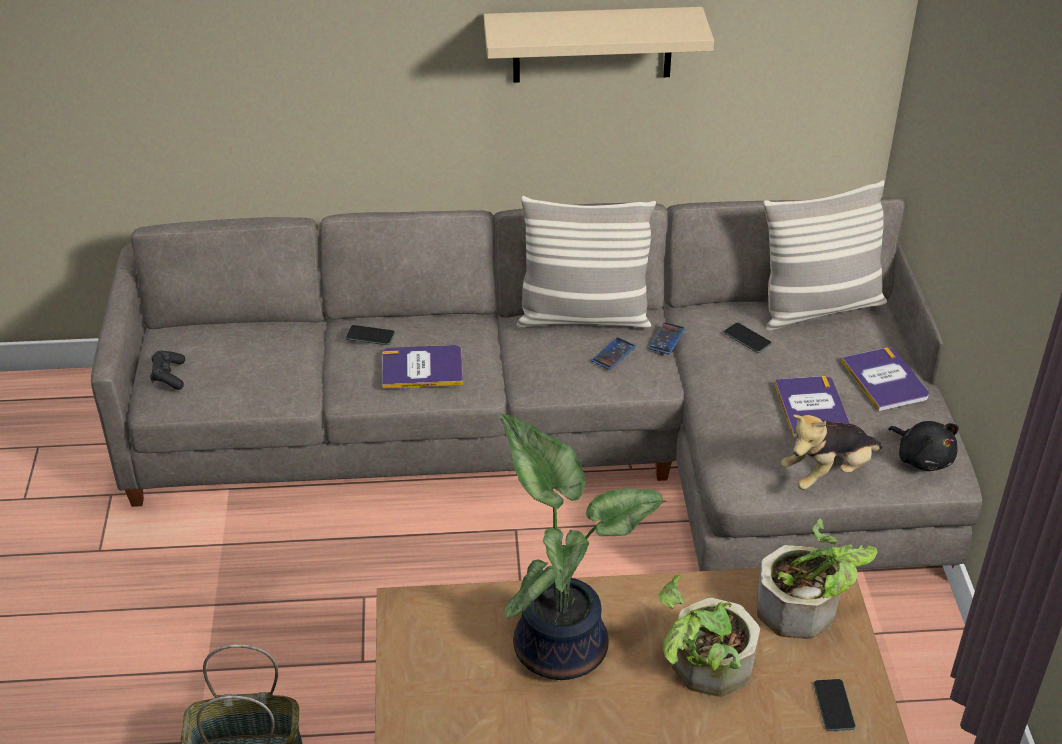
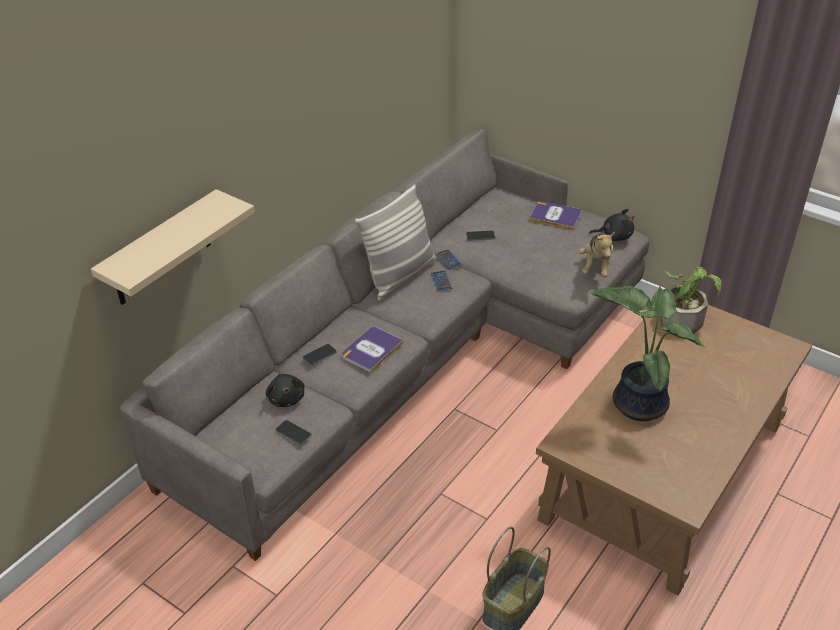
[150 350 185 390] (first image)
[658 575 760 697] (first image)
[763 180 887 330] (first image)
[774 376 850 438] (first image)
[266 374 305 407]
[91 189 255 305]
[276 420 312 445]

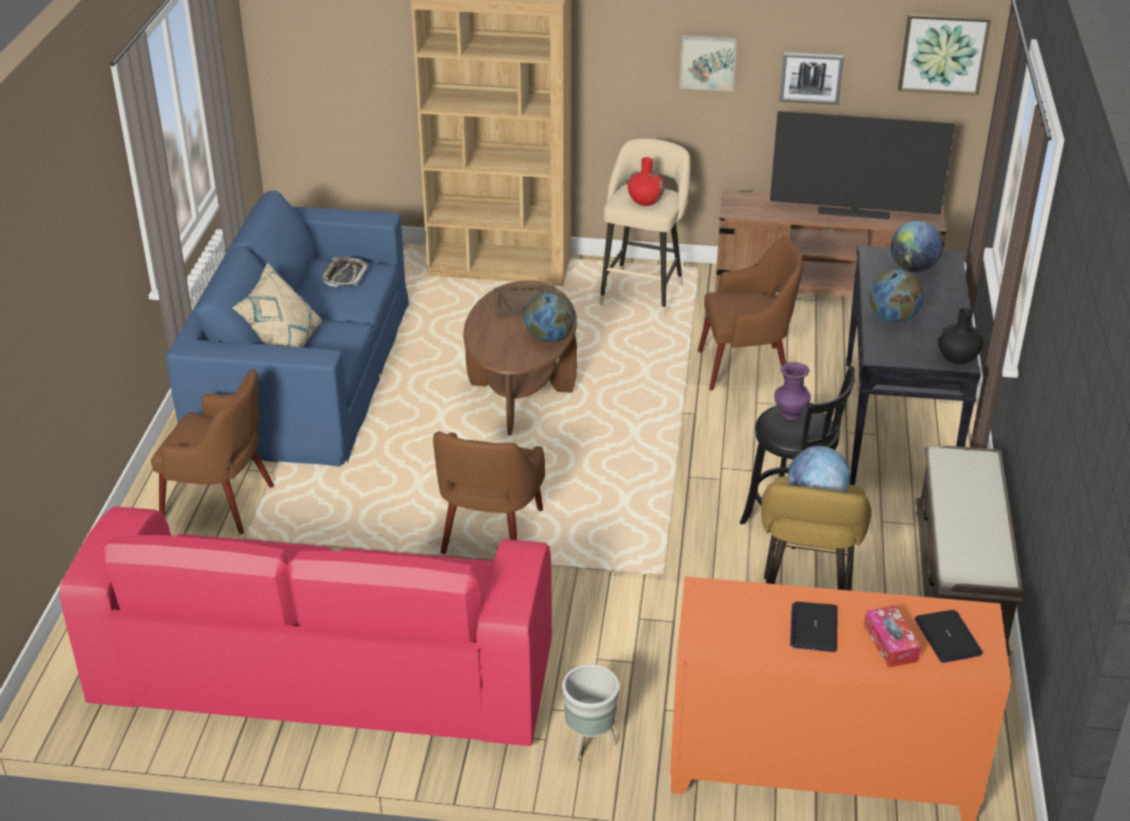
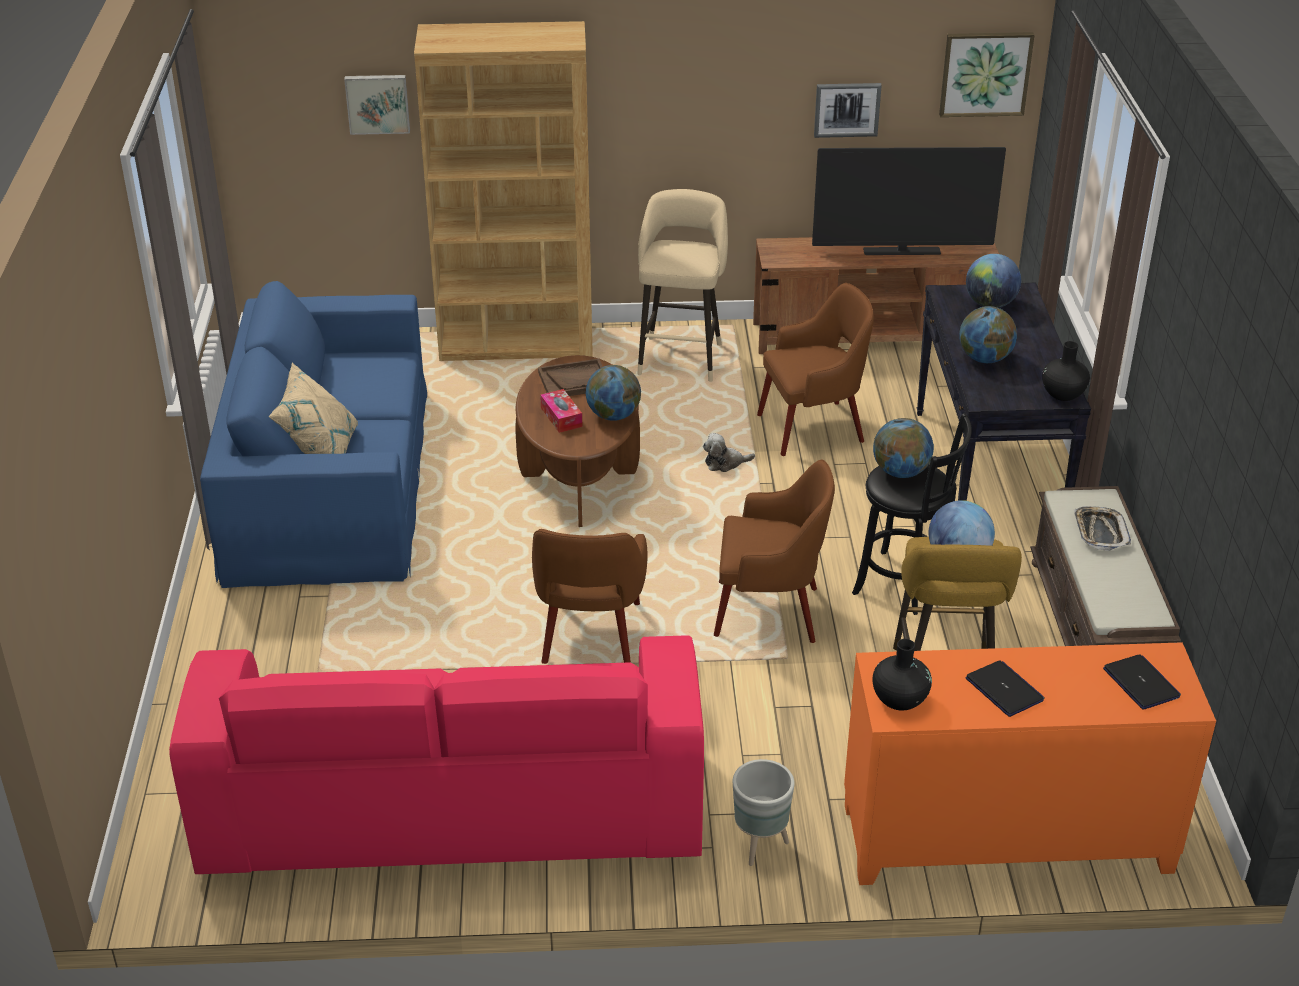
[628 157 665 206] (first image)
[703 433 755 472]
[873 639 932 711]
[714 460 835 643]
[1074 506 1131 551]
[344 75 410 135]
[540 389 583 433]
[873 418 934 478]
[966 660 1045 717]

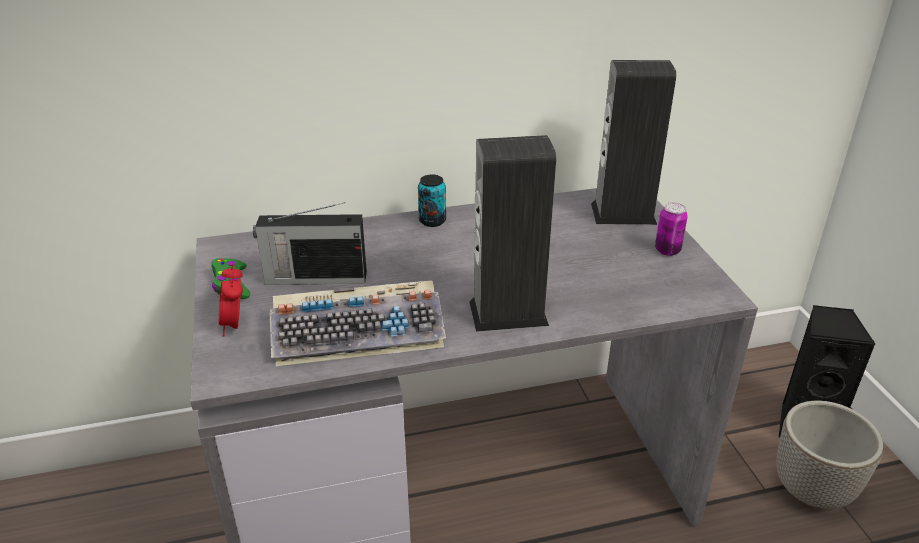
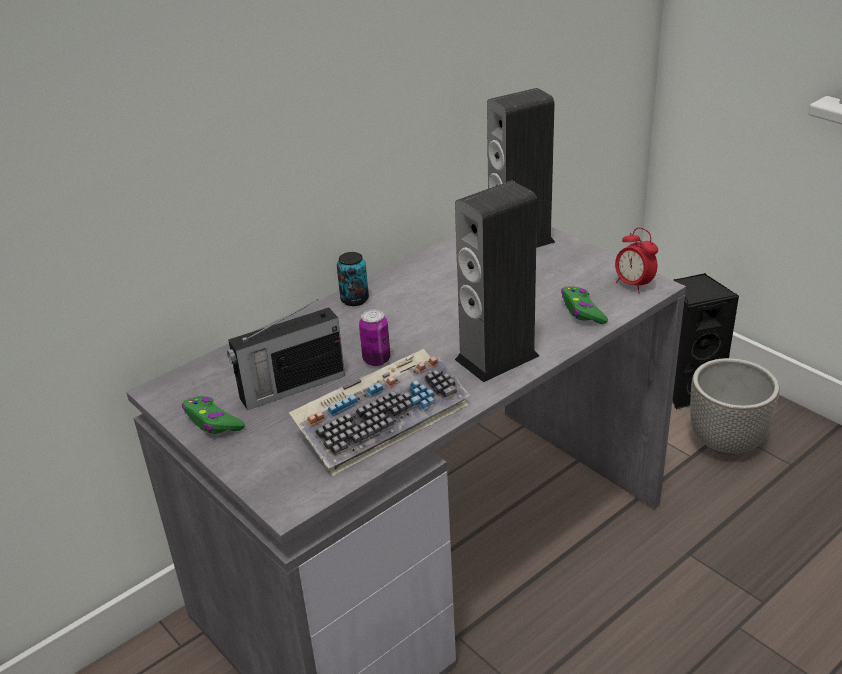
[561 286 608 324]
[615 227 658 293]
[359 309 390 366]

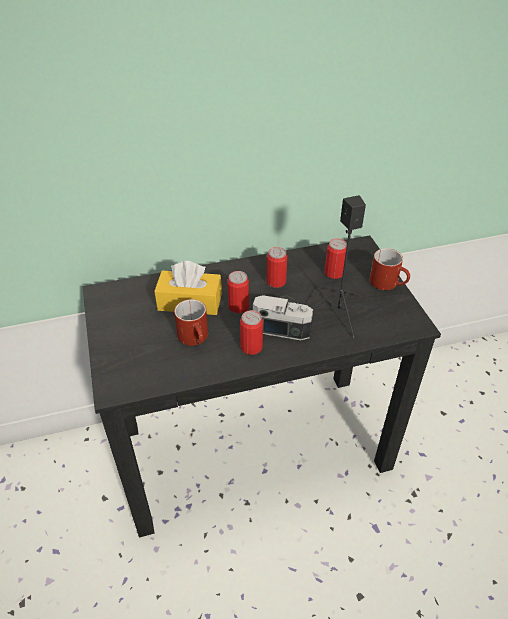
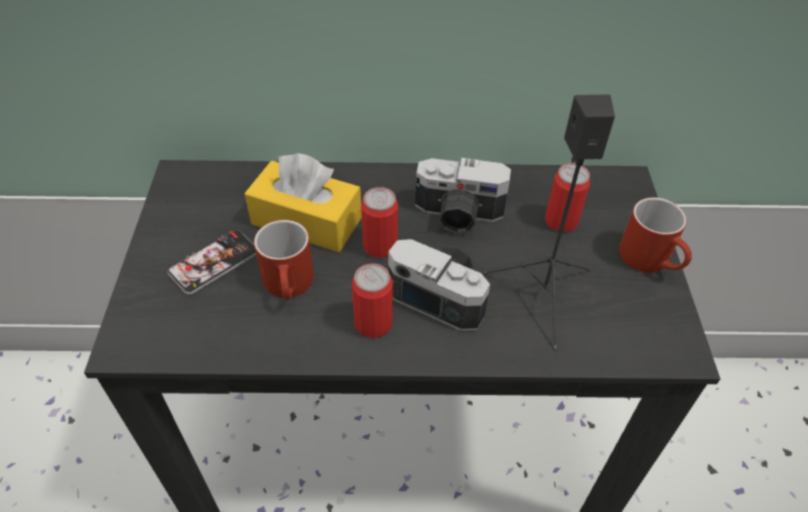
[168 230 256 295]
[415 158 511 234]

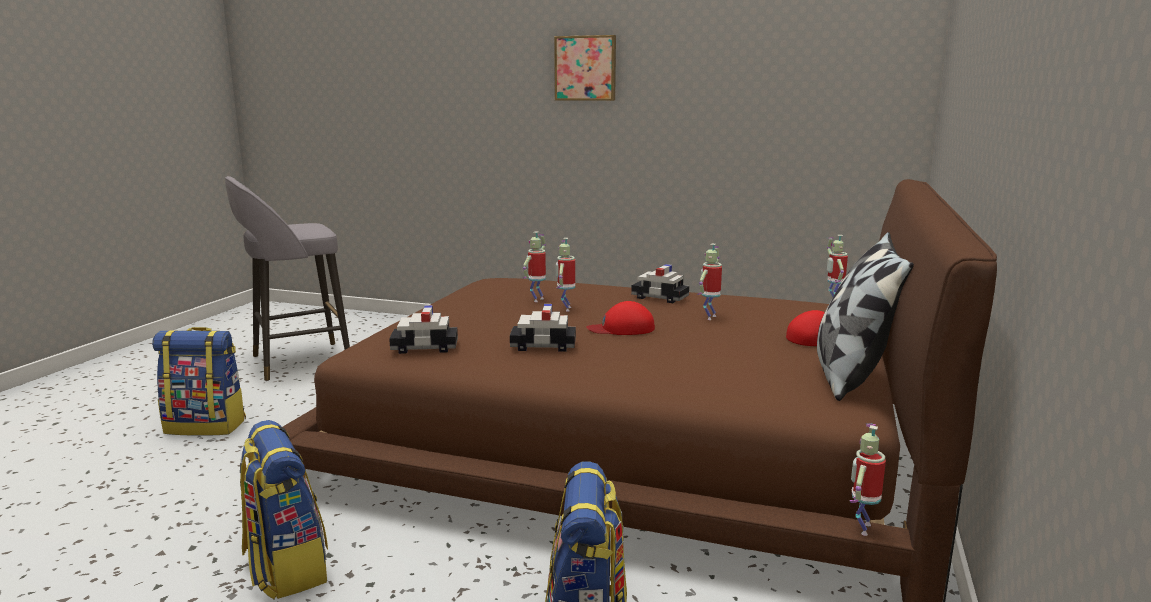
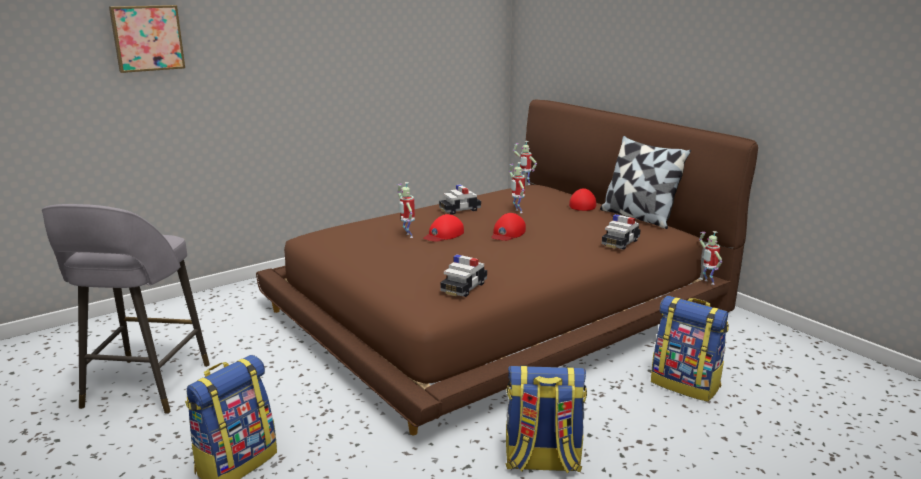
[602 214 641 250]
[109 5 185 73]
[423 214 464 242]

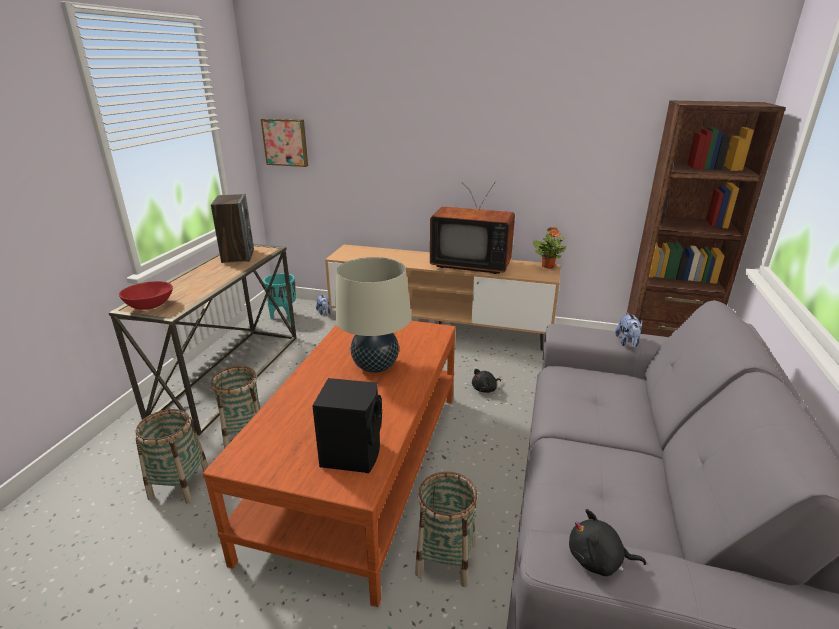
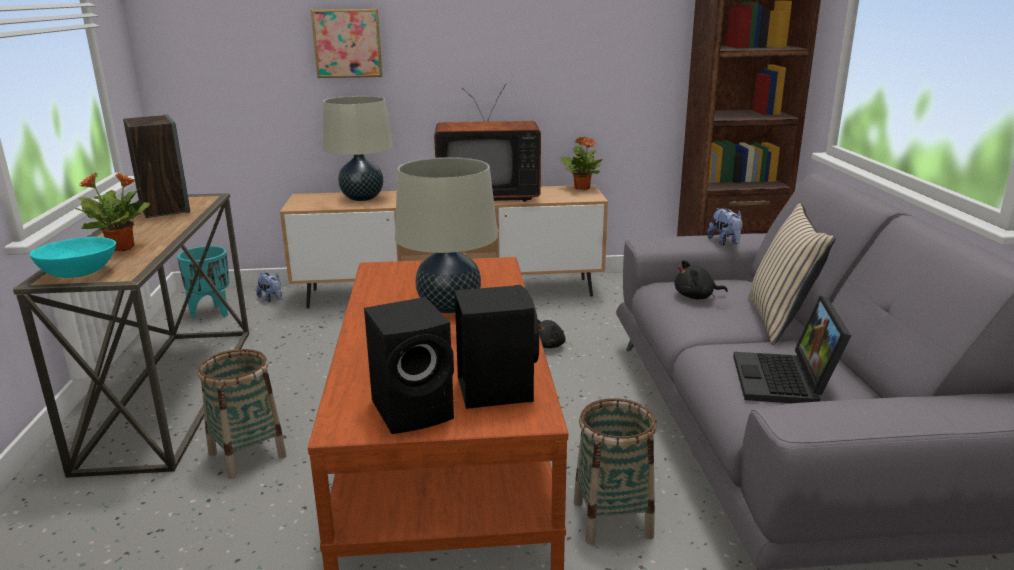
[135 409 209 504] (first image)
[74 172 150 251]
[323 96 393 201]
[364 297 454 434]
[733 295 851 403]
[748 203 836 345]
[311 9 382 78]
[674 260 728 299]
[30 237 116 278]

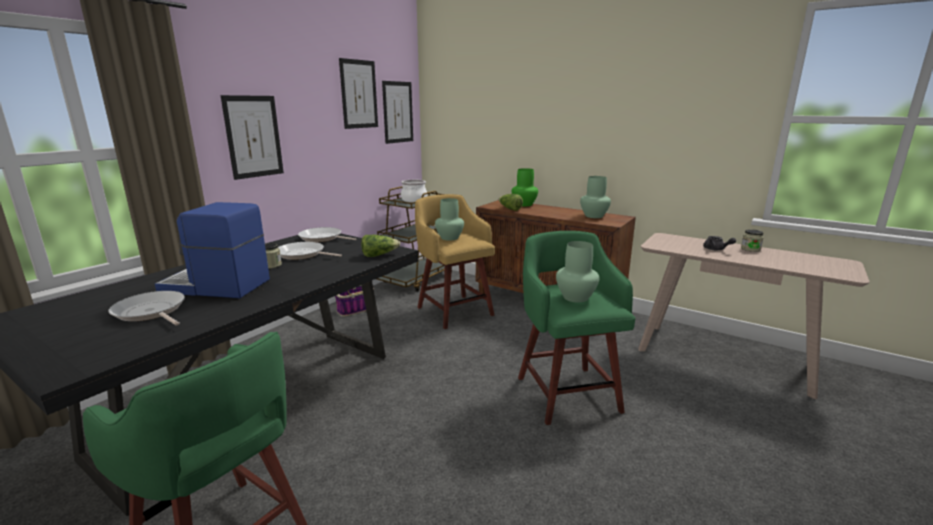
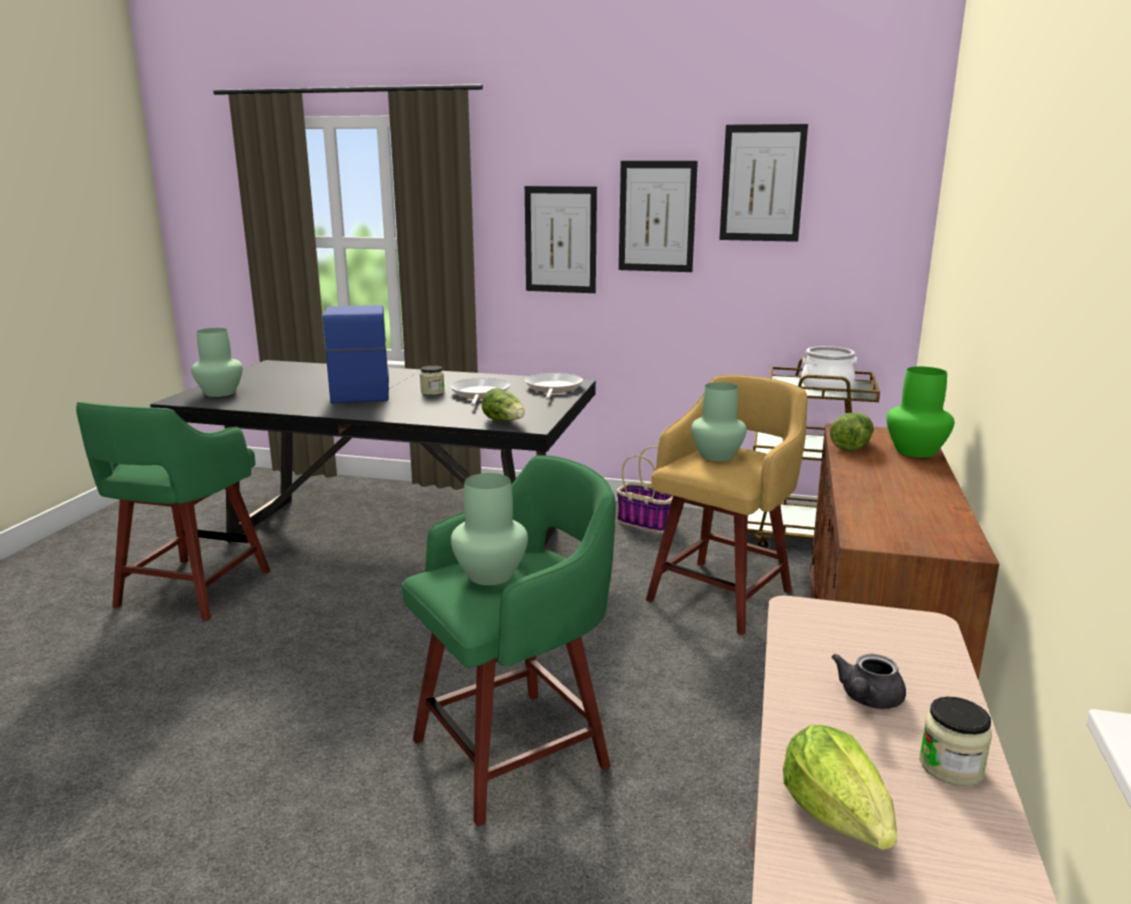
[109 291 185 325] (first image)
[783 725 897 850]
[619 161 698 272]
[191 328 243 397]

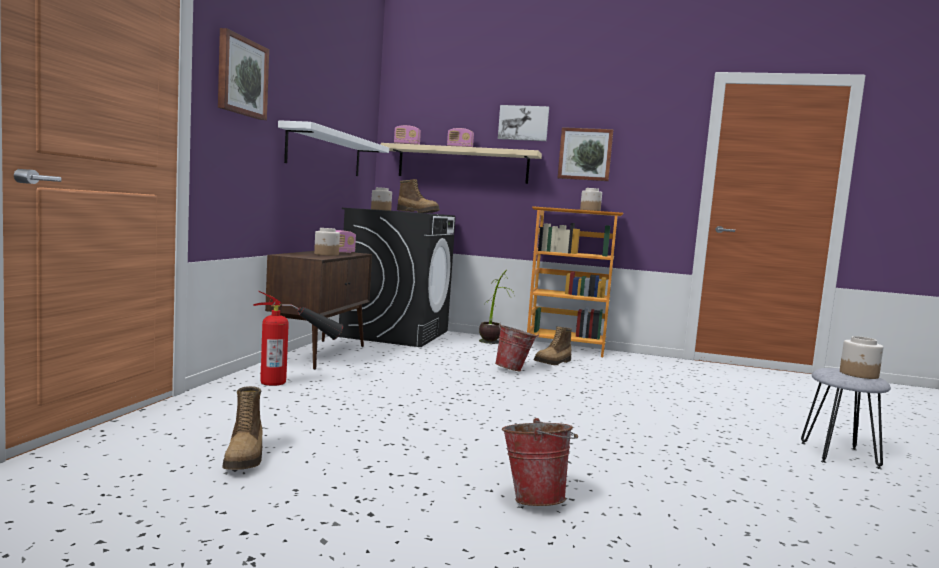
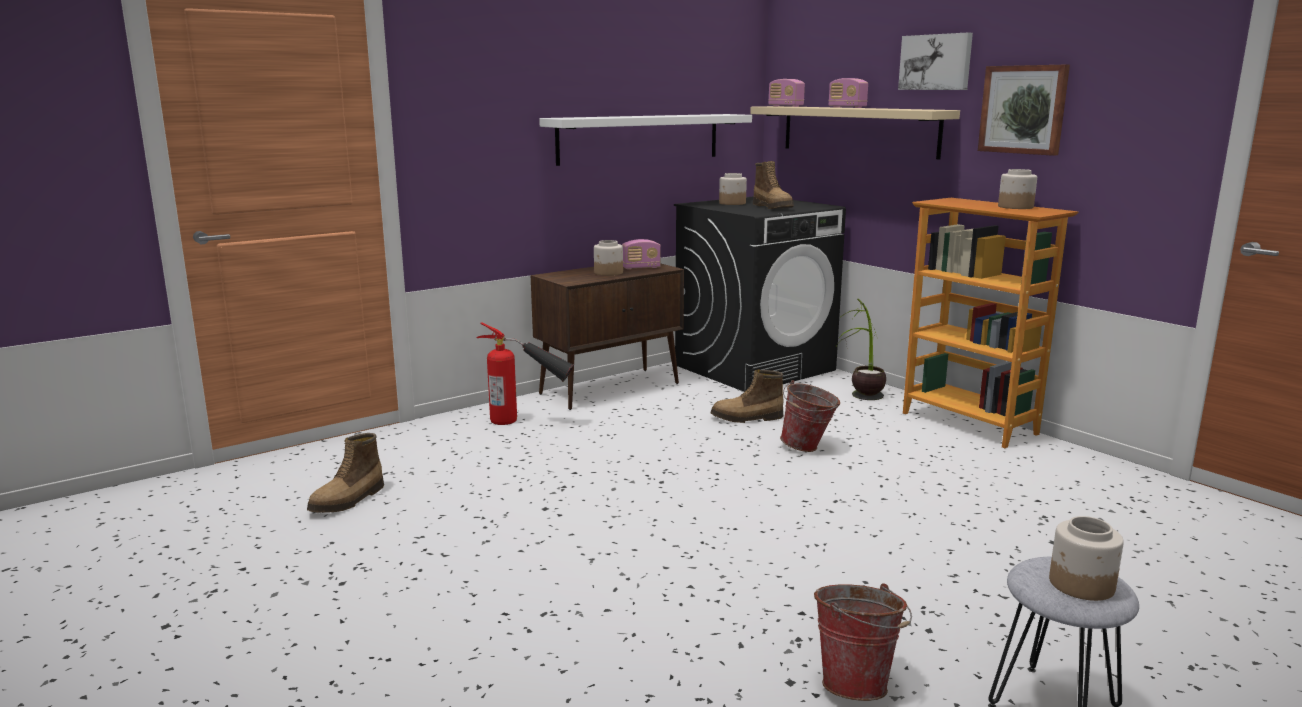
[218 28 269 120] (first image)
[814 584 912 701]
[710 369 784 423]

